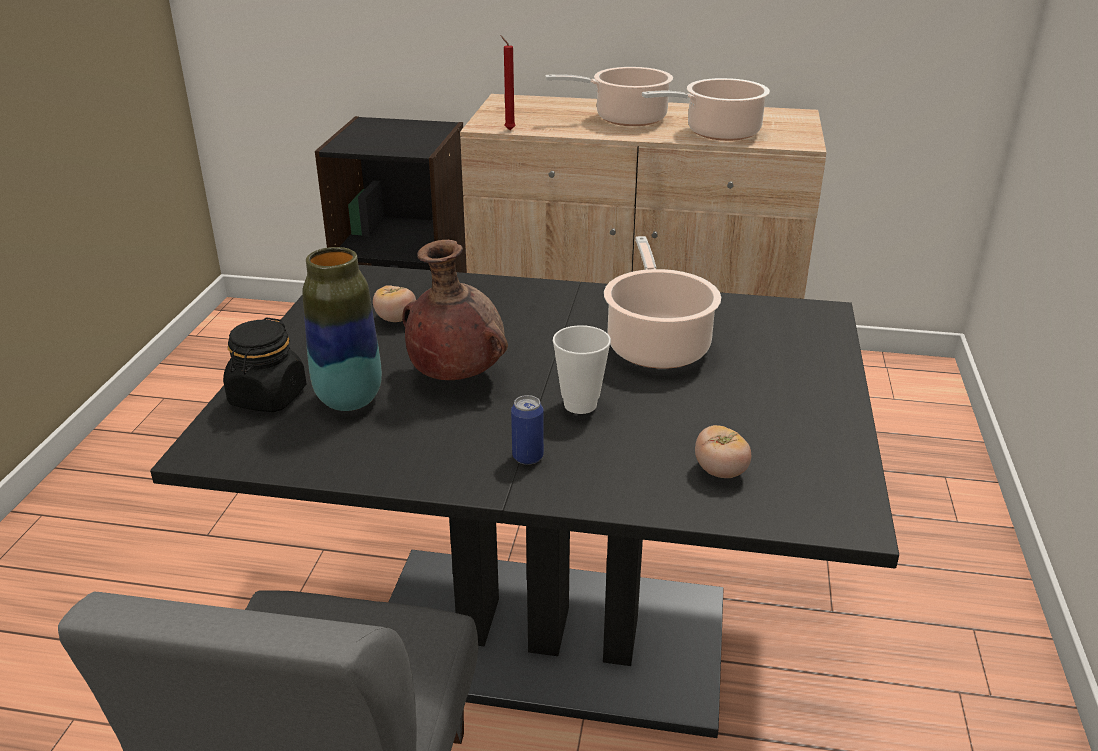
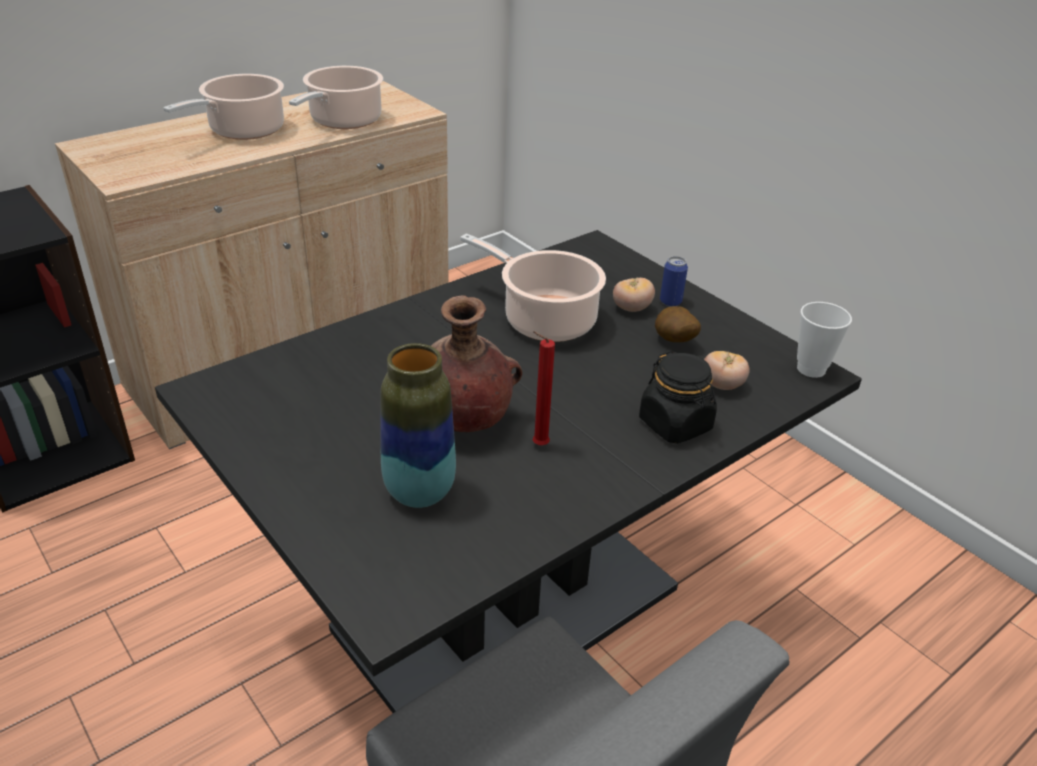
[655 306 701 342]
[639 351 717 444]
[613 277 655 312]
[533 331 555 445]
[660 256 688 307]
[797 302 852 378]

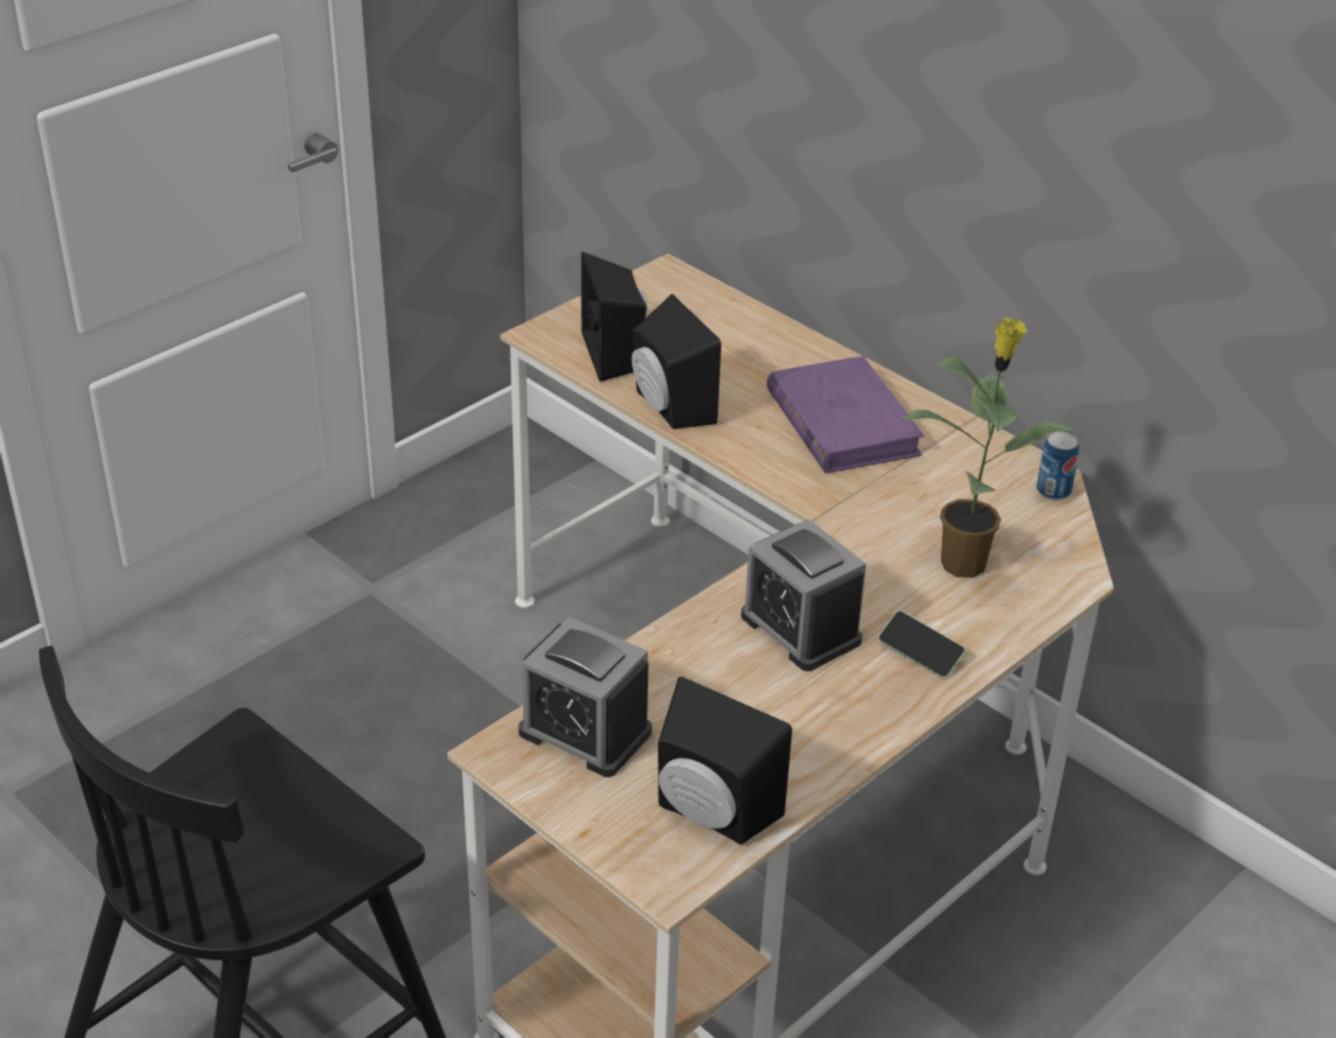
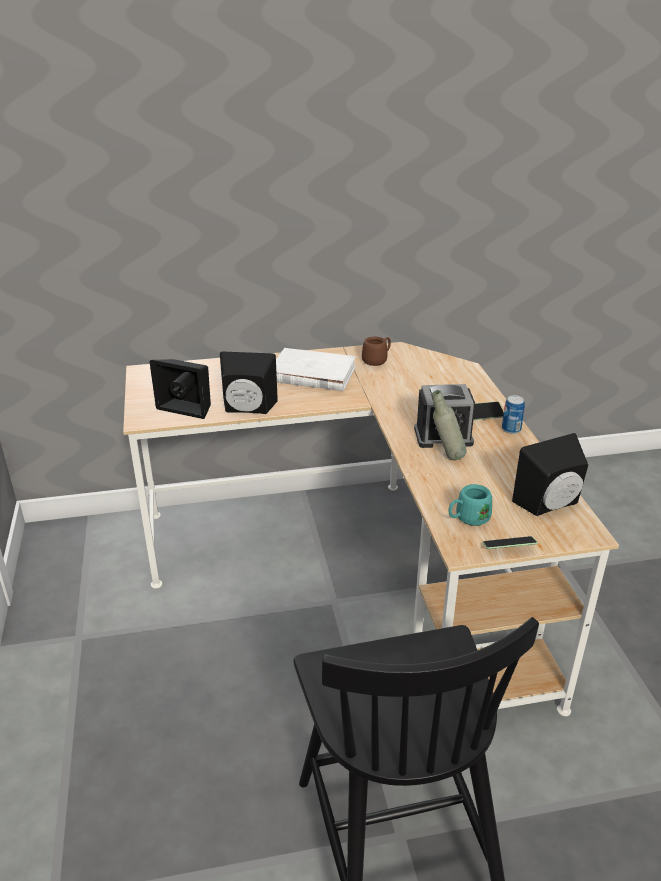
[900 317 1079 578] (first image)
[362 337 391 366]
[432 390 467 461]
[483 536 538 549]
[502 395 525 434]
[448 484 492 526]
[276 348 356 391]

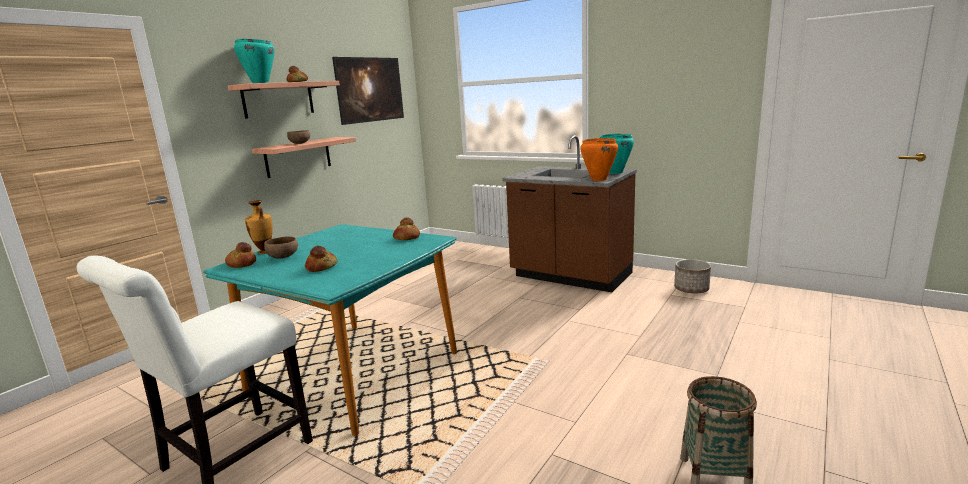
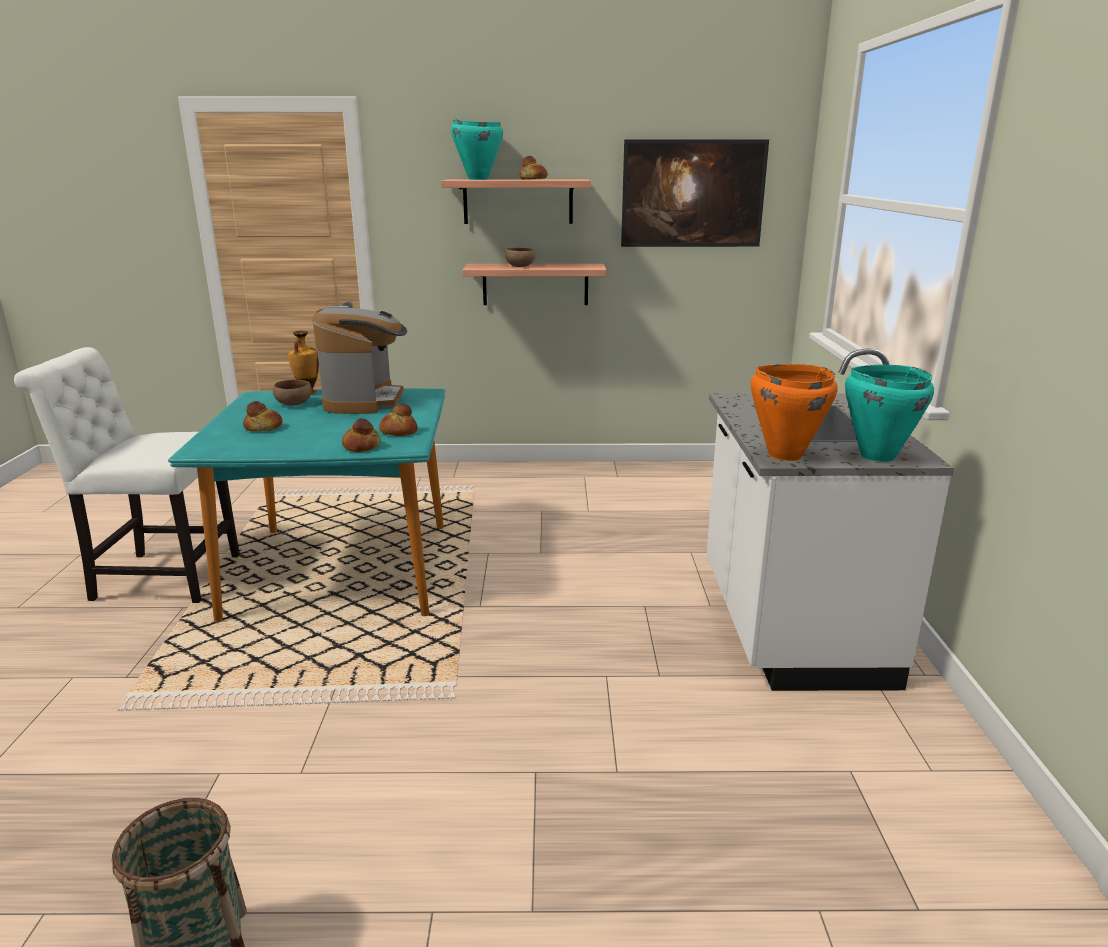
[674 259 711 293] (first image)
[312 307 407 414]
[342 418 381 452]
[707 348 954 691]

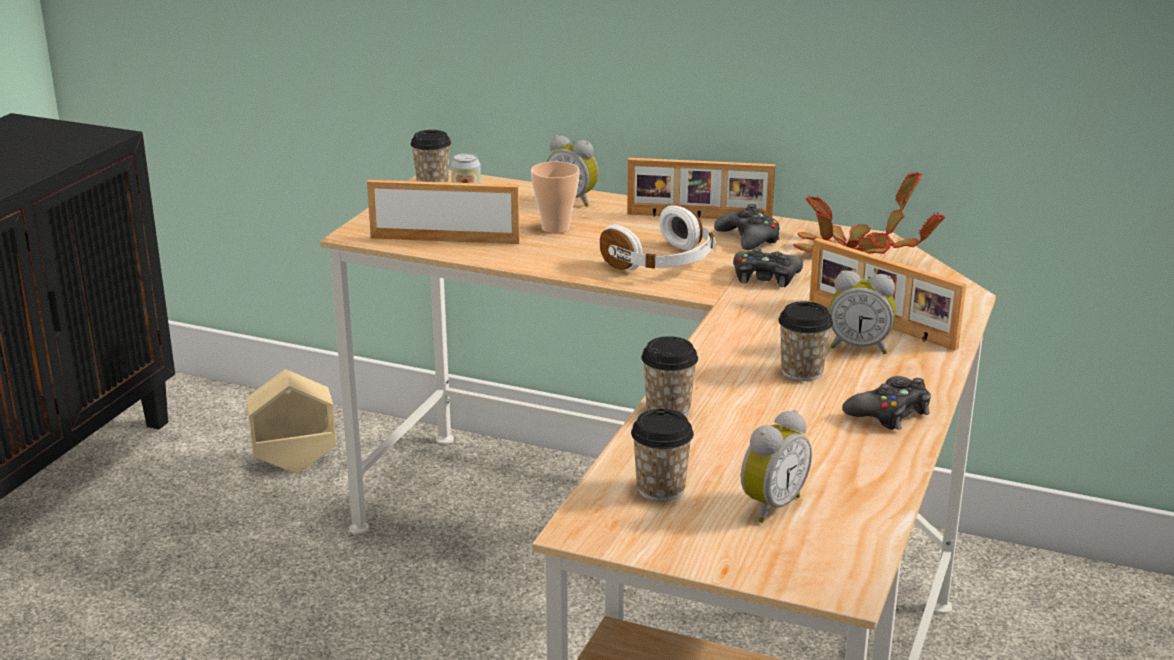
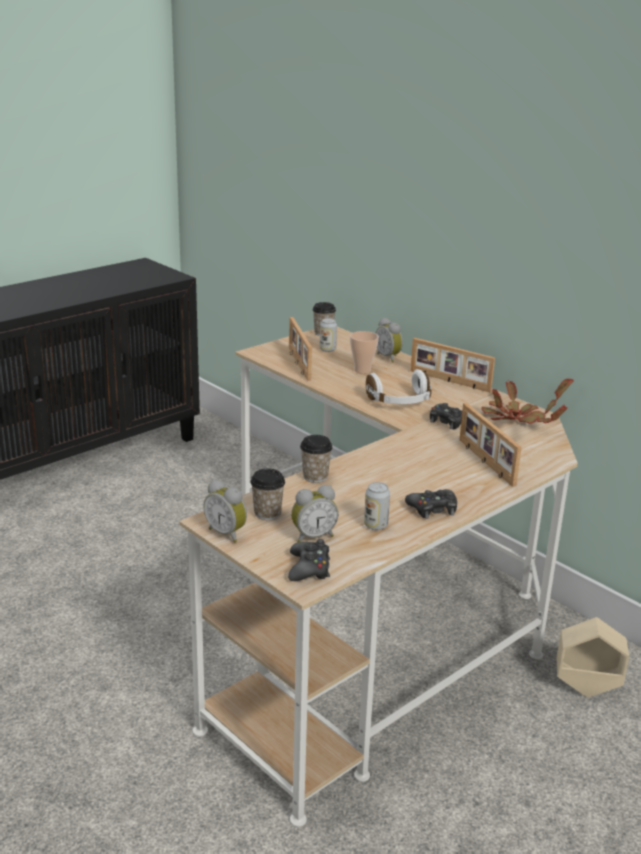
[778 301 833 381] (first image)
[364 482 390 530]
[556 617 630 698]
[288 539 330 581]
[203 480 247 543]
[289 317 312 381]

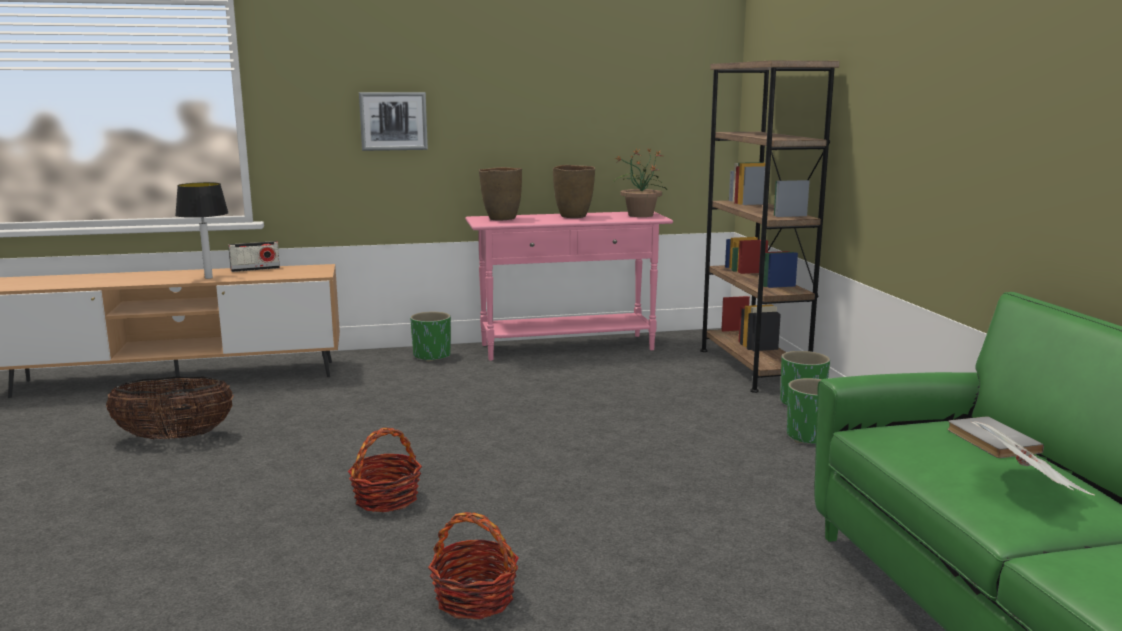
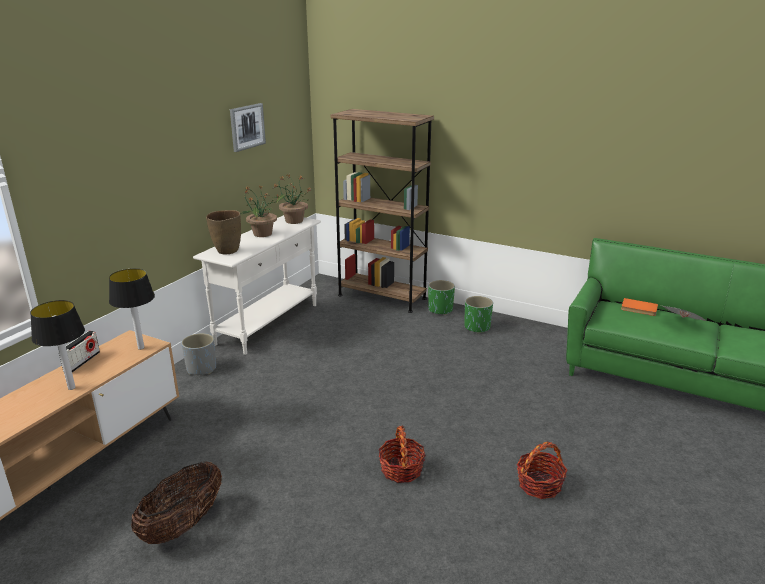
[109 268 155 350]
[230 103 266 152]
[240 186 280 237]
[181 333 216 375]
[193 215 321 355]
[621 298 658 316]

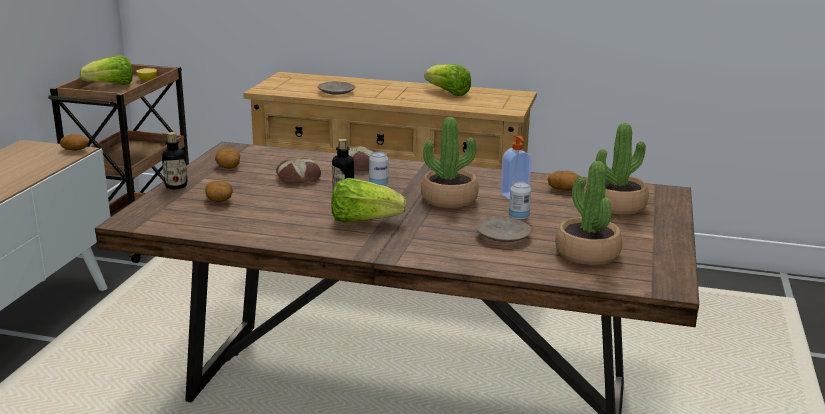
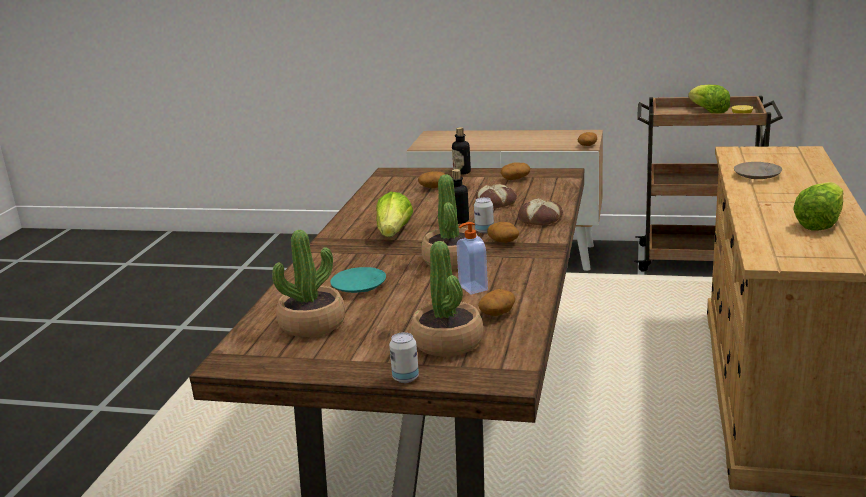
[487 222 519 243]
[389 332 419 383]
[330 267 386 293]

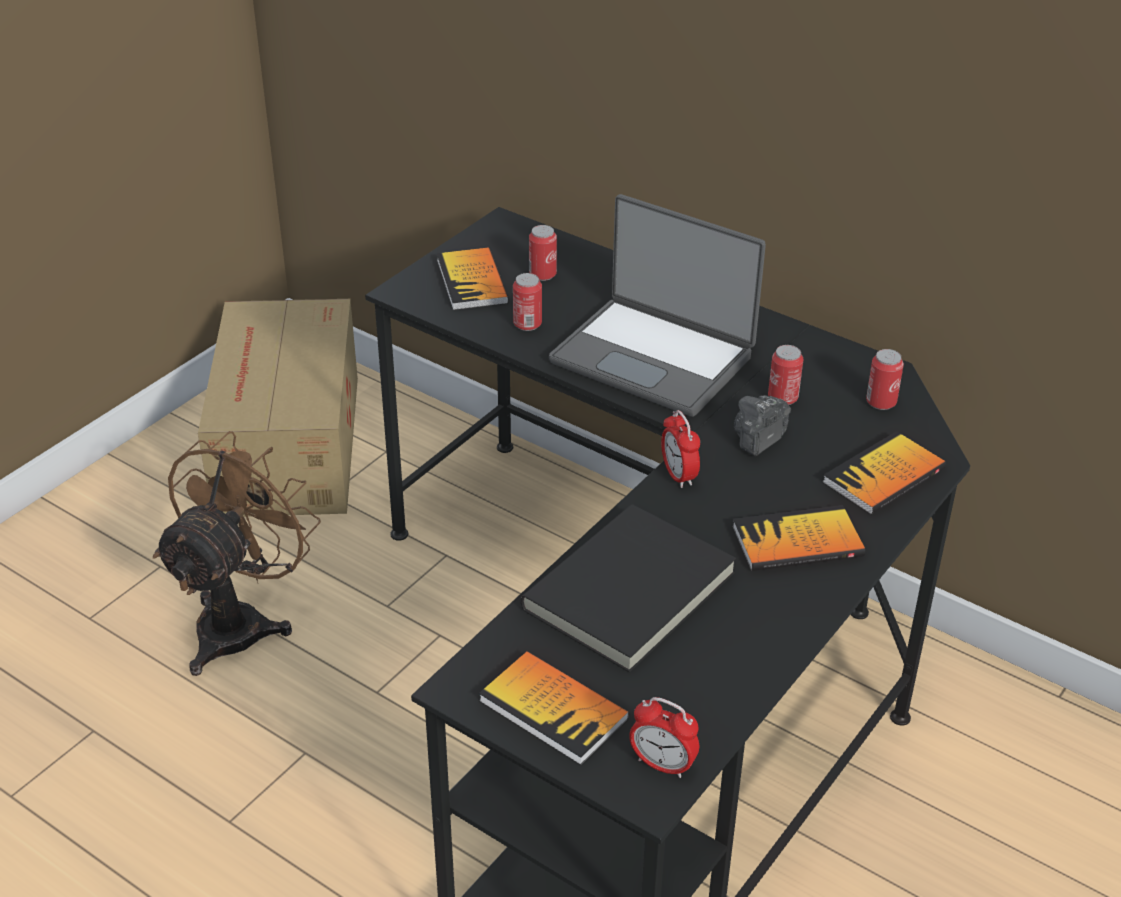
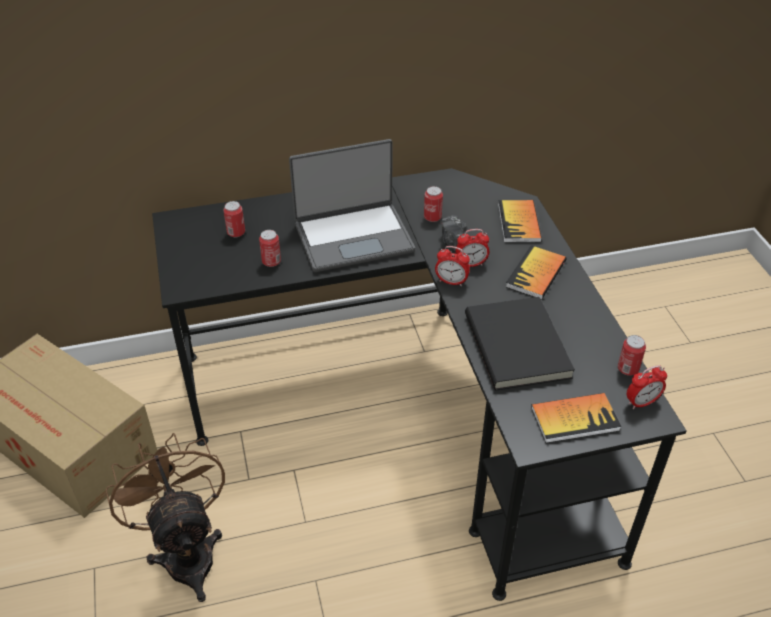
[437 247 509 310] (first image)
[455 229 489 267]
[618 335 646 376]

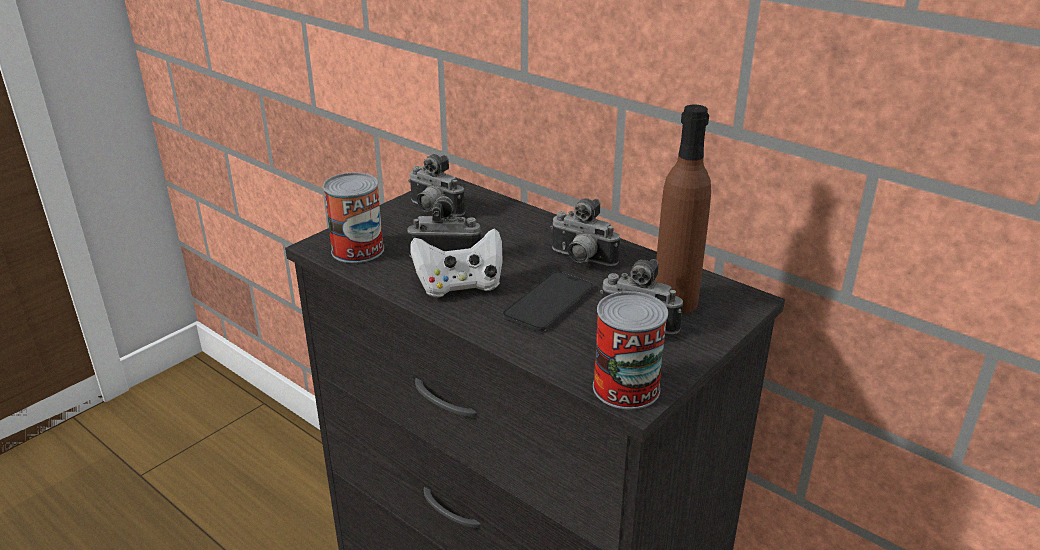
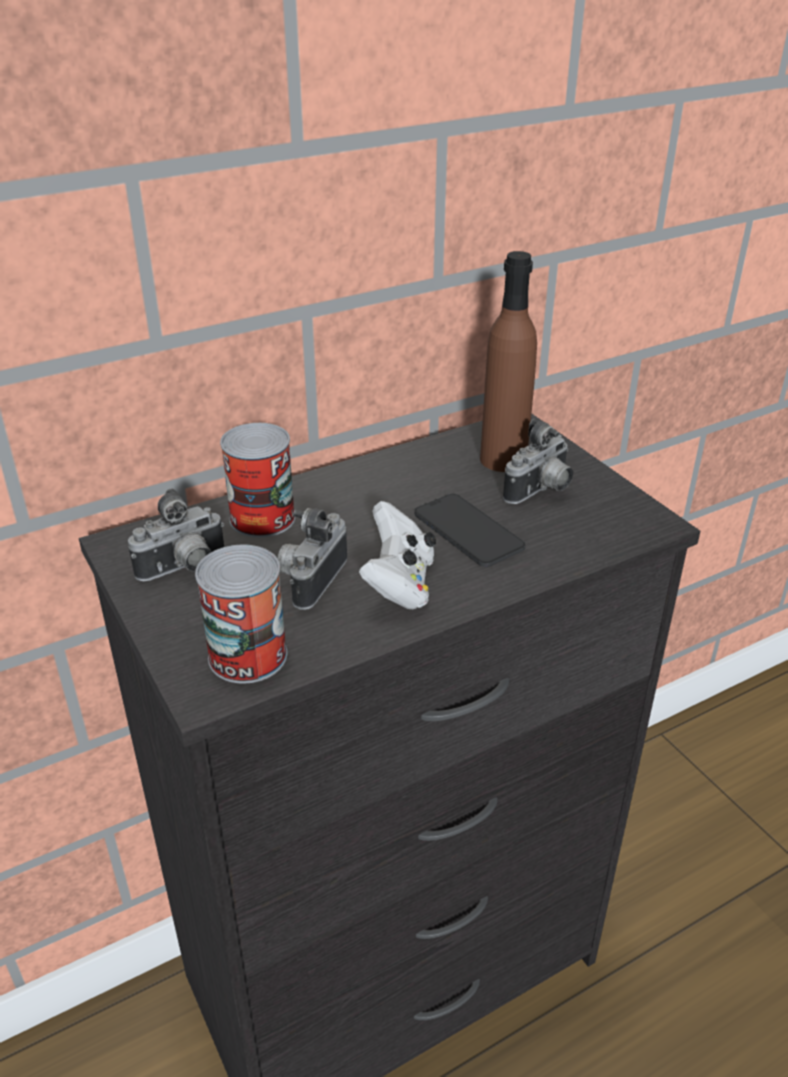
[550 198 620 266] (first image)
[220 423 295 538]

